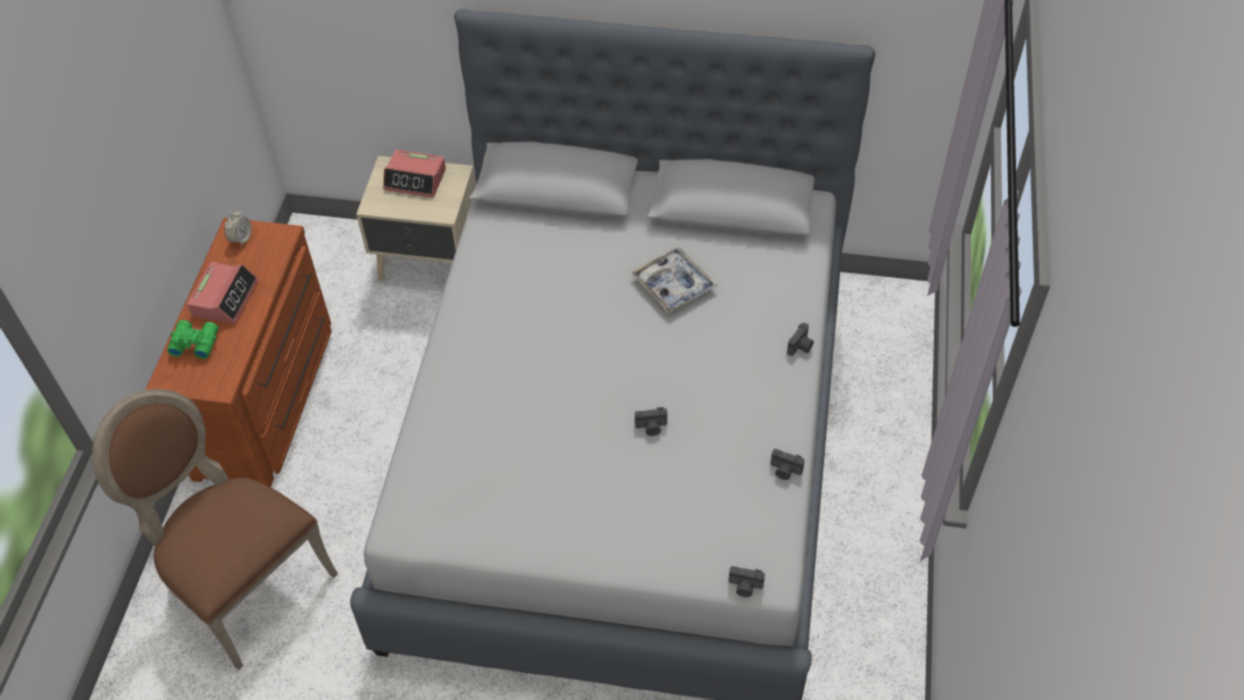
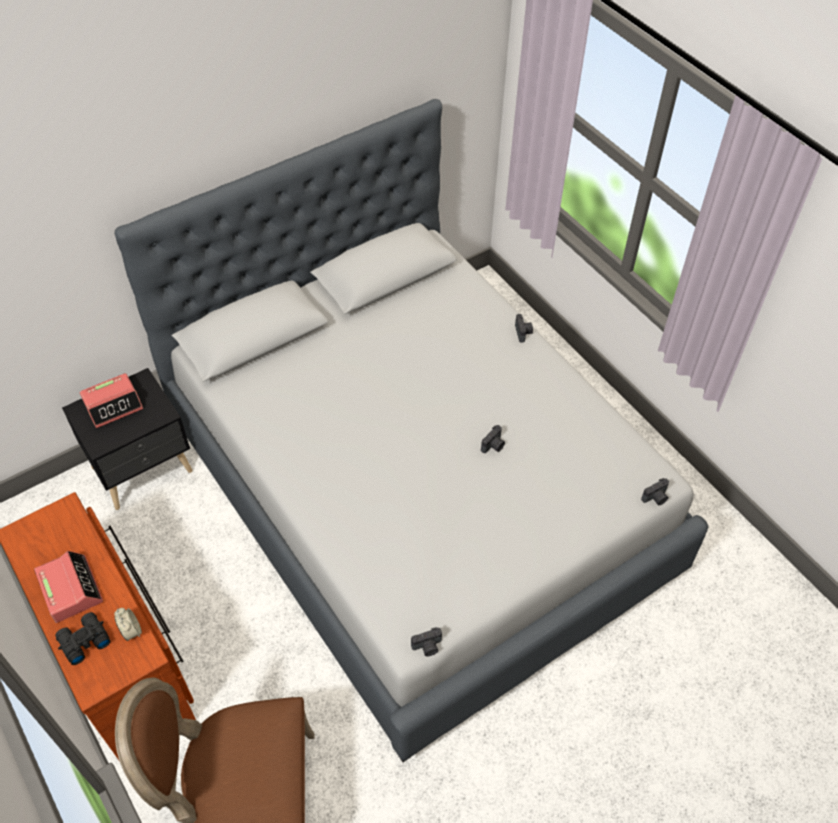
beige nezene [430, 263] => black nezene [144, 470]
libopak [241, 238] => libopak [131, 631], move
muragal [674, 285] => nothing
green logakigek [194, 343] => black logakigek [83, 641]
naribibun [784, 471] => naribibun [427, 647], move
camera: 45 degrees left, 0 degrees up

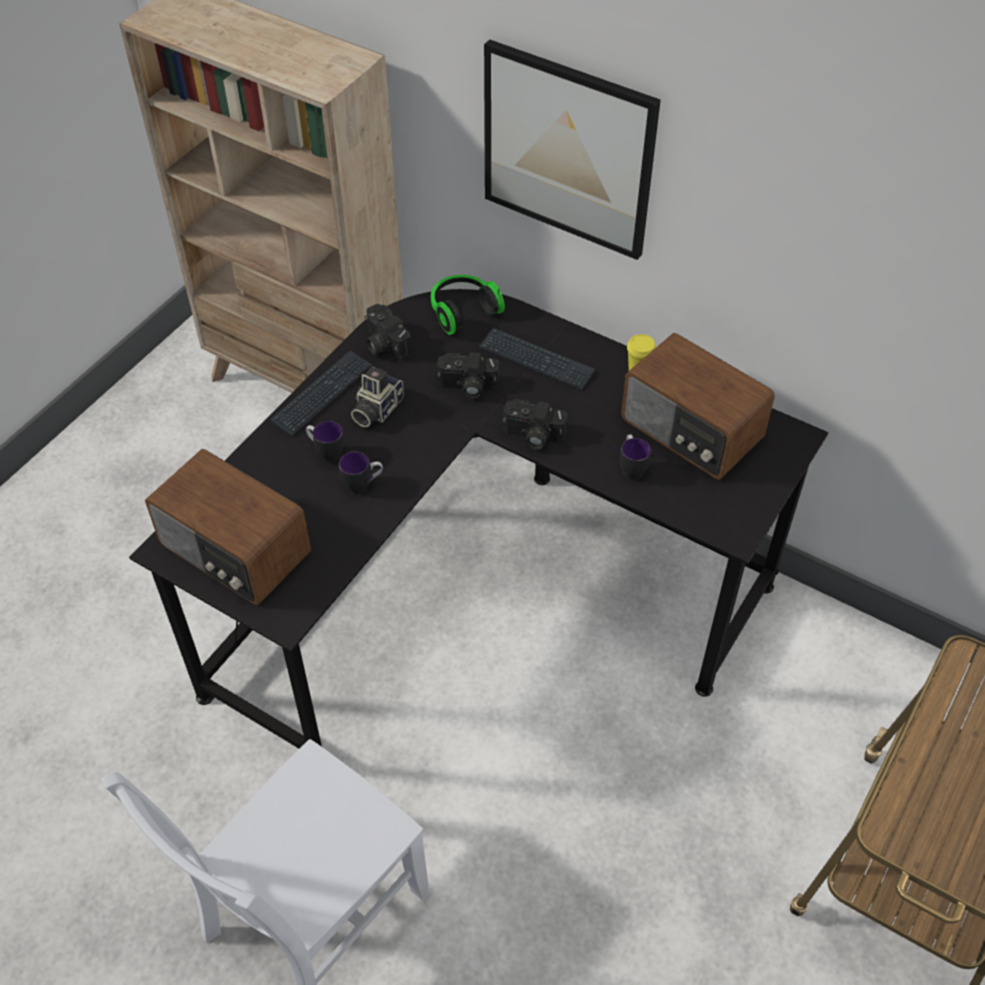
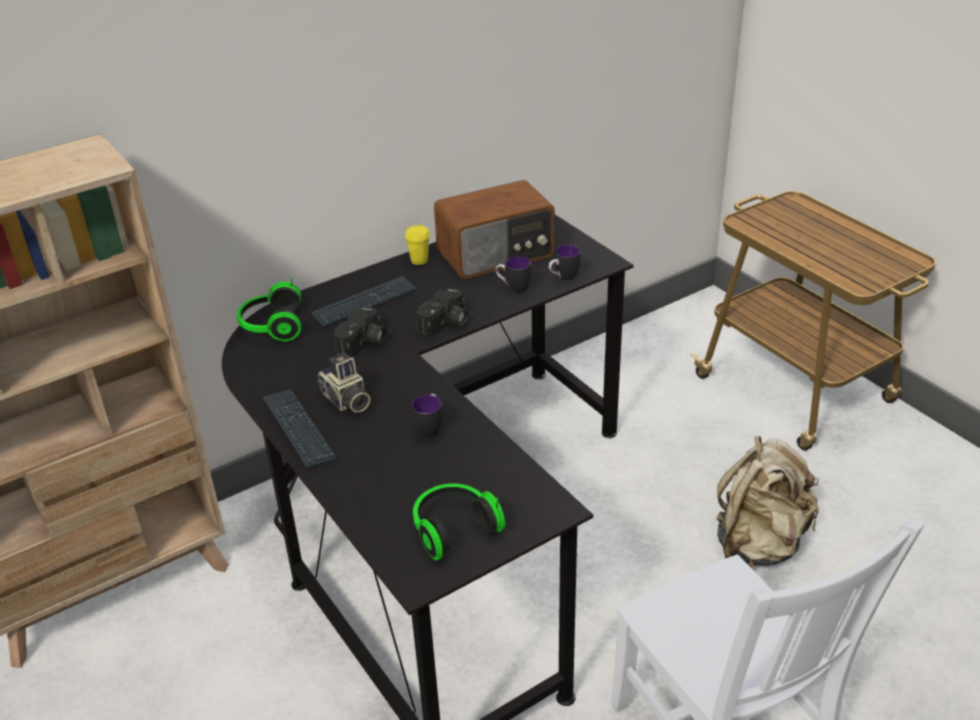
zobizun [568, 150] => nothing
naribibun [383, 344] => nothing
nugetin [326, 452] => nugetin [563, 278], move
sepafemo [234, 550] => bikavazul [453, 528]
nothing => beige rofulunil [759, 543]
camera: 65 degrees left, 15 degrees down

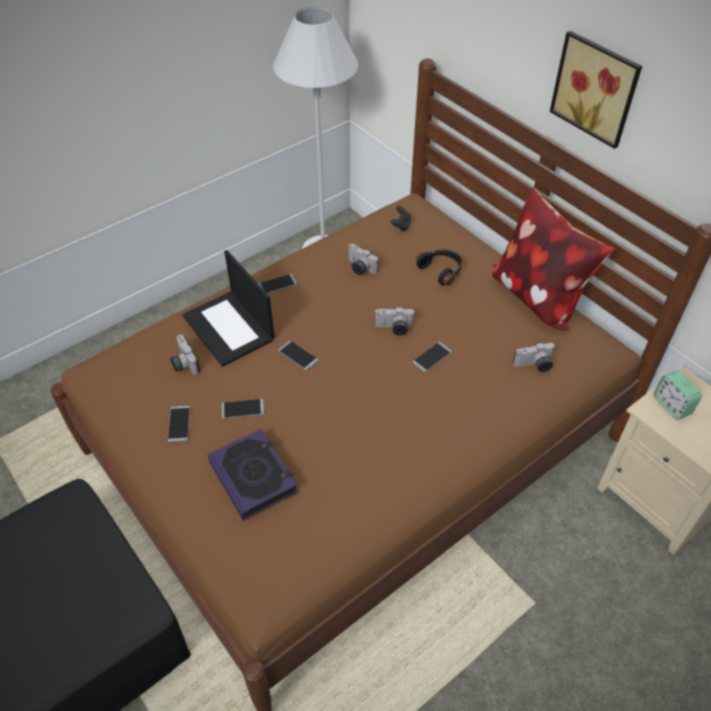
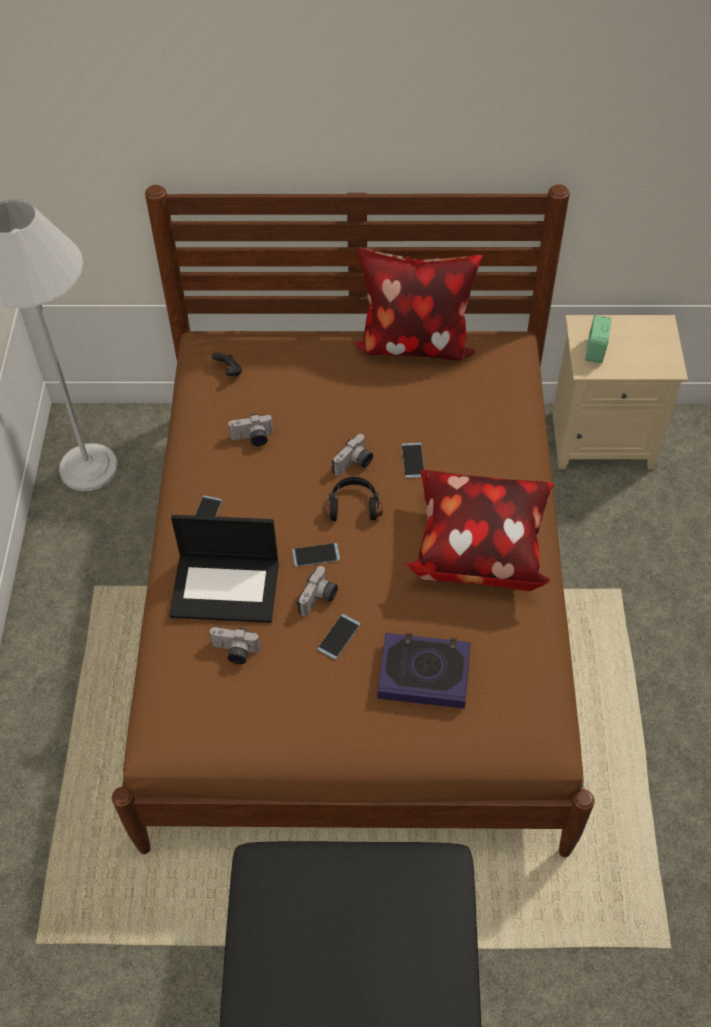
zobizun [597, 88] => nothing
black bikavazul [441, 270] => black bikavazul [353, 505], move
naribibun [534, 365] => naribibun [319, 599], move
libopak [671, 405] => libopak [595, 351], 90 degrees clockwise
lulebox [179, 423] => nothing
nothing => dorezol [478, 548]
camera: 50 degrees left, 5 degrees up

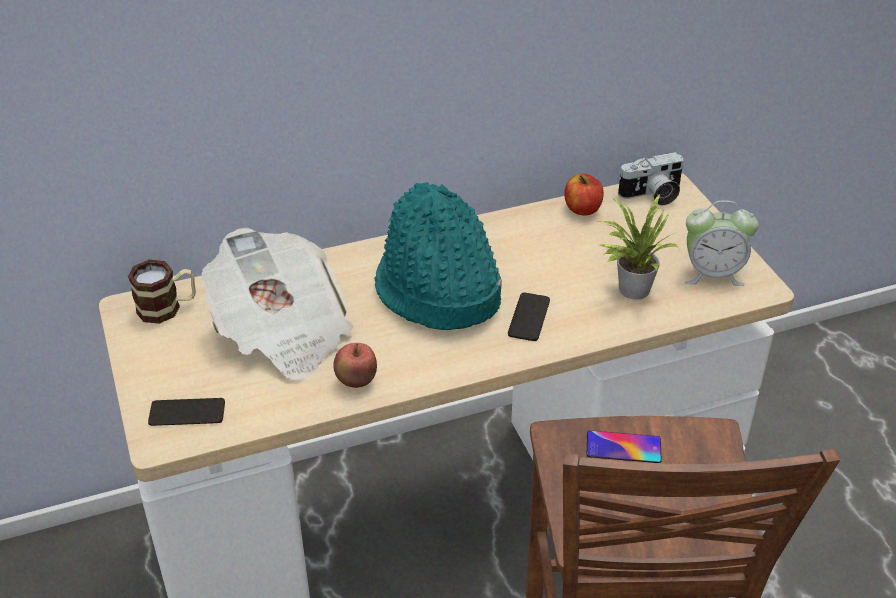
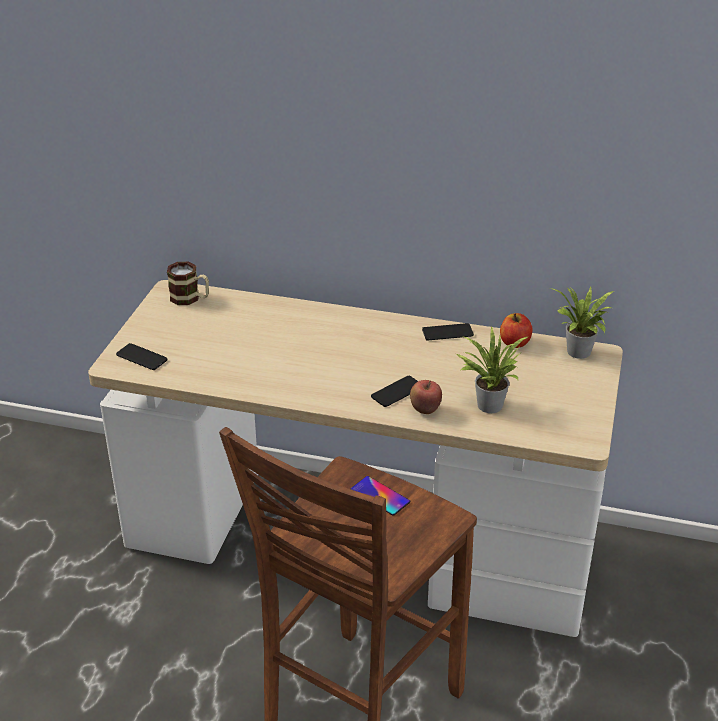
naribibun [652, 195] => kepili [578, 353]
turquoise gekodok [436, 292] => nothing
libopak [712, 274] => nothing
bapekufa [282, 332] => nothing
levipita [356, 382] => levipita [425, 410], move
nothing => lulebox [447, 332]
camera: 35 degrees right, 5 degrees down

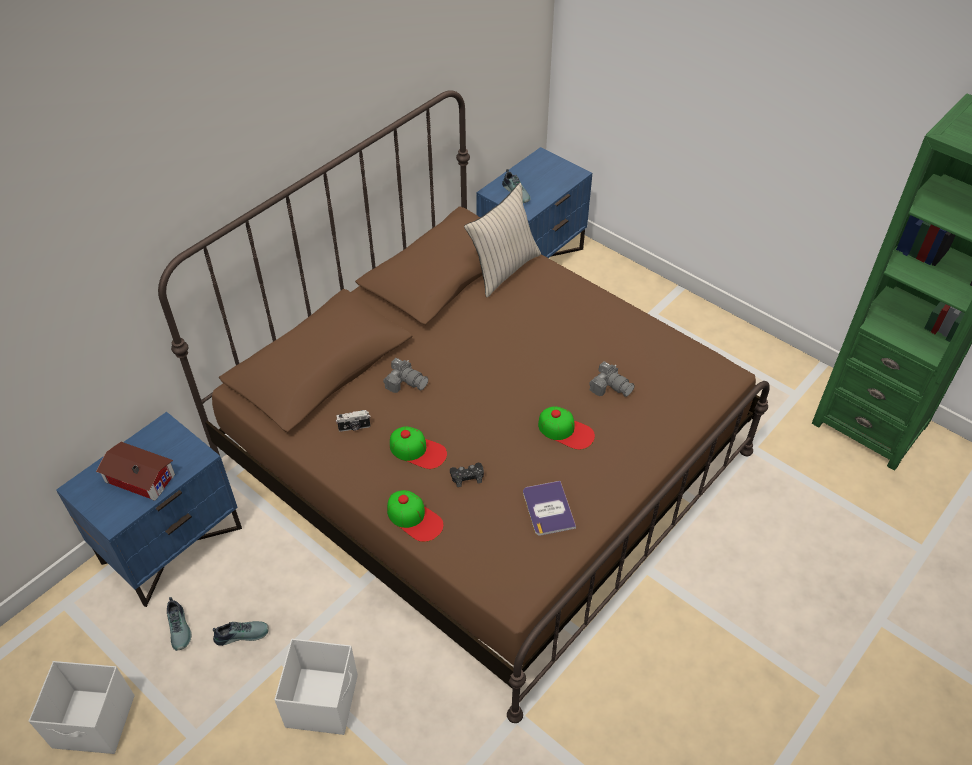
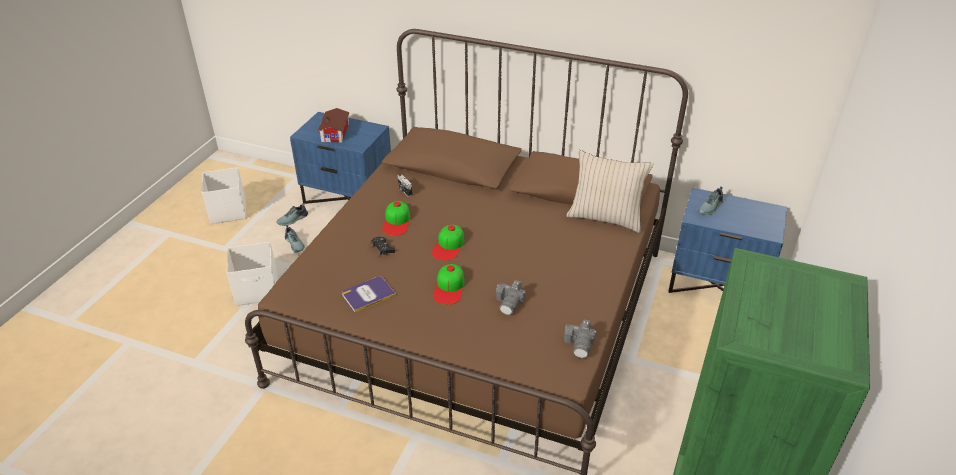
naribibun [406, 382] => naribibun [580, 344], move
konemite [414, 518] => konemite [448, 246], move
camera: 70 degrees right, 10 degrees down

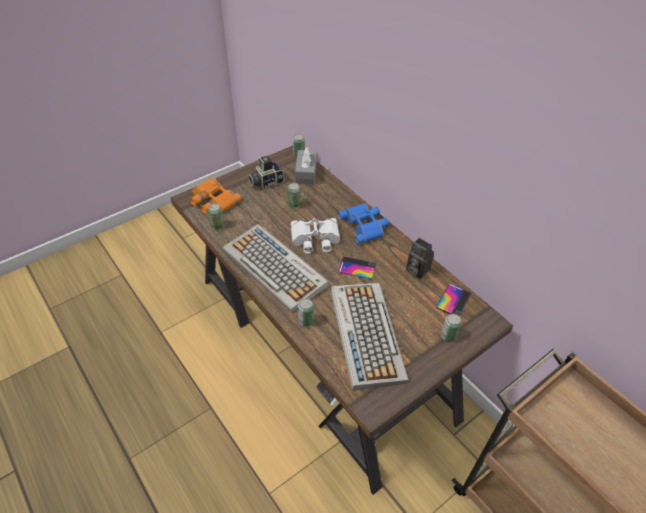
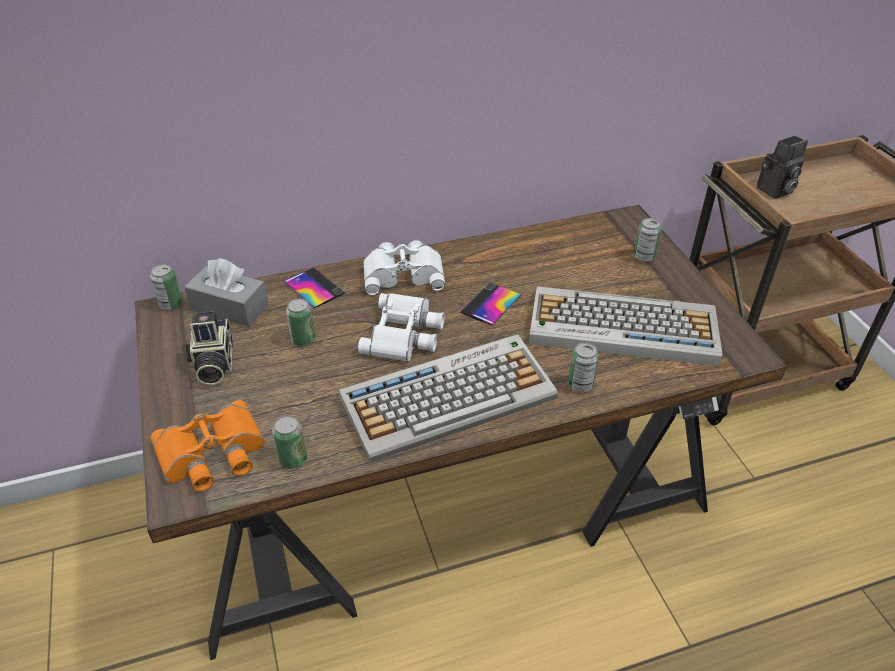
blue logakigek [365, 225] => white logakigek [403, 273]
naribibun [416, 270] => naribibun [775, 191], move
lulebox [453, 300] => lulebox [314, 288], move
camera: 70 degrees left, 5 degrees down

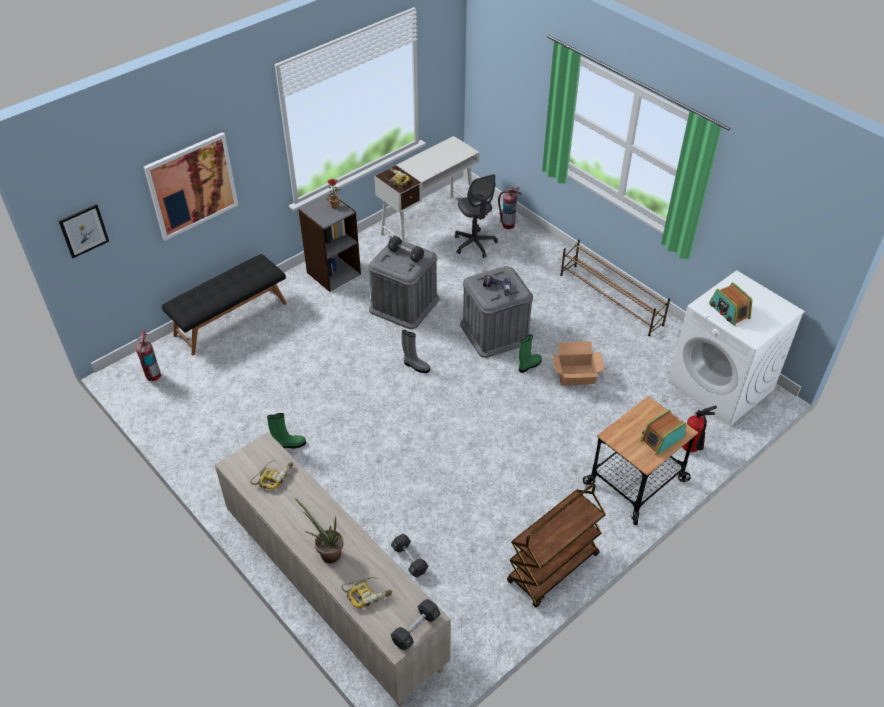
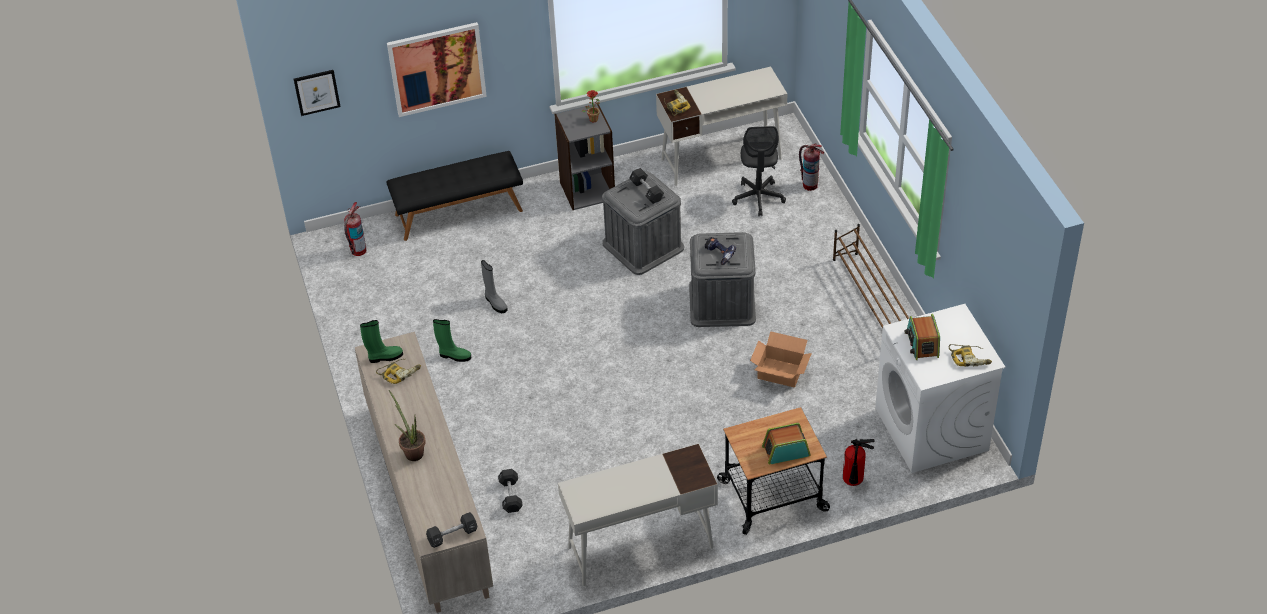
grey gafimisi [416, 366] => grey gafimisi [495, 303], move
green gafimisi [529, 365] => green gafimisi [384, 357], move
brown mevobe [553, 569] => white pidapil [639, 547]
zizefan [367, 593] => zizefan [969, 358], move
camera: 25 degrees right, 0 degrees up

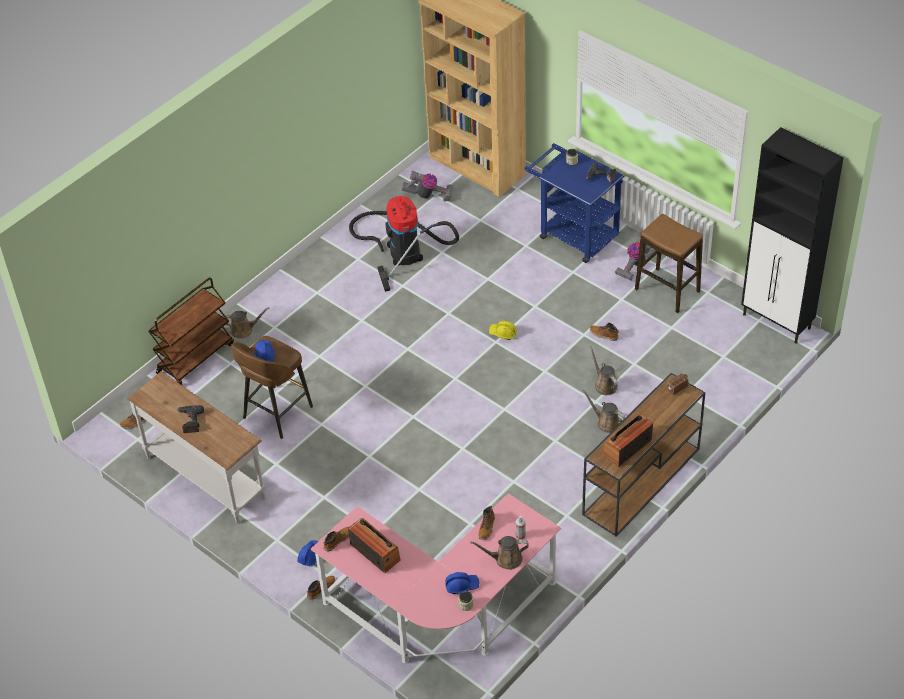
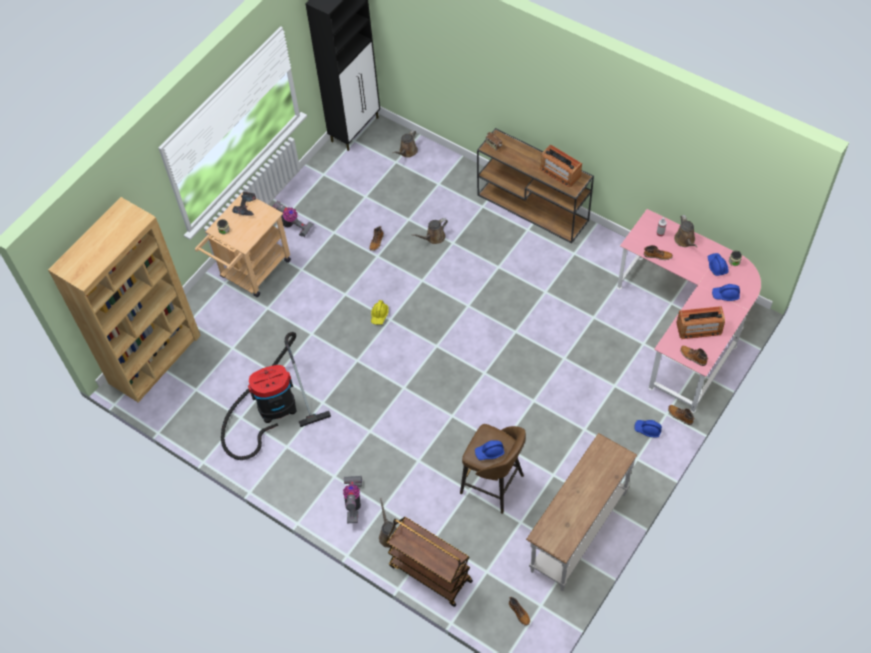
blue mevobe [573, 233] => beige mevobe [252, 273]
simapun [428, 196] => simapun [353, 502], move
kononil [667, 290] => nothing
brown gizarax [606, 422] => brown gizarax [407, 152], move
zizefan [190, 421] => nothing
sepafemo [375, 552] => sepafemo [699, 328], 135 degrees counterclockwise
nothing => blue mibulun [725, 295]
camera: 95 degrees left, 10 degrees up

